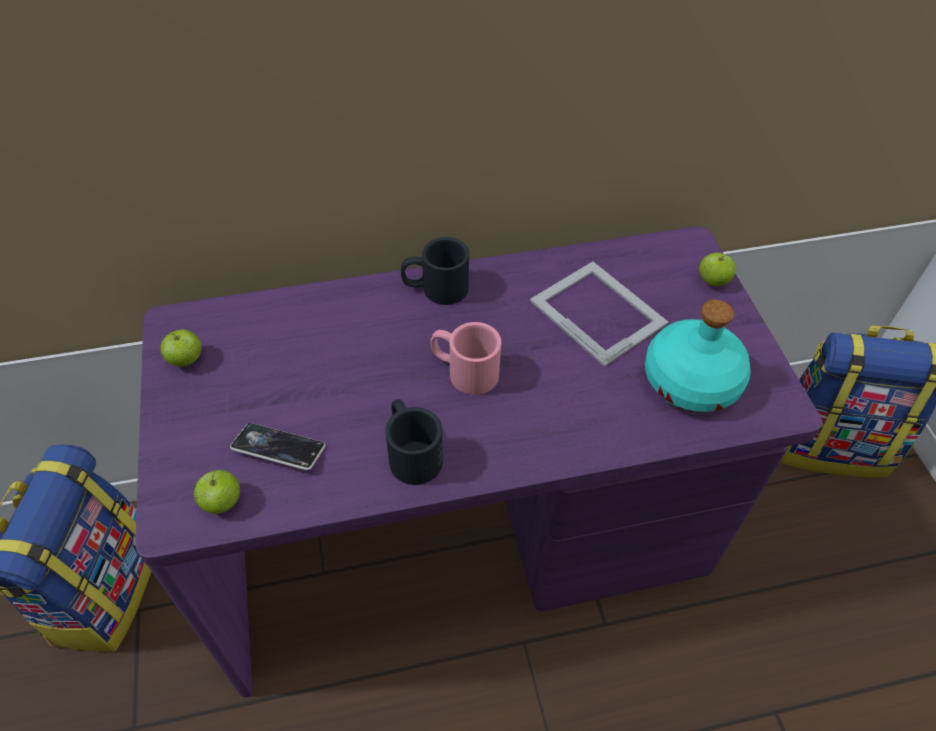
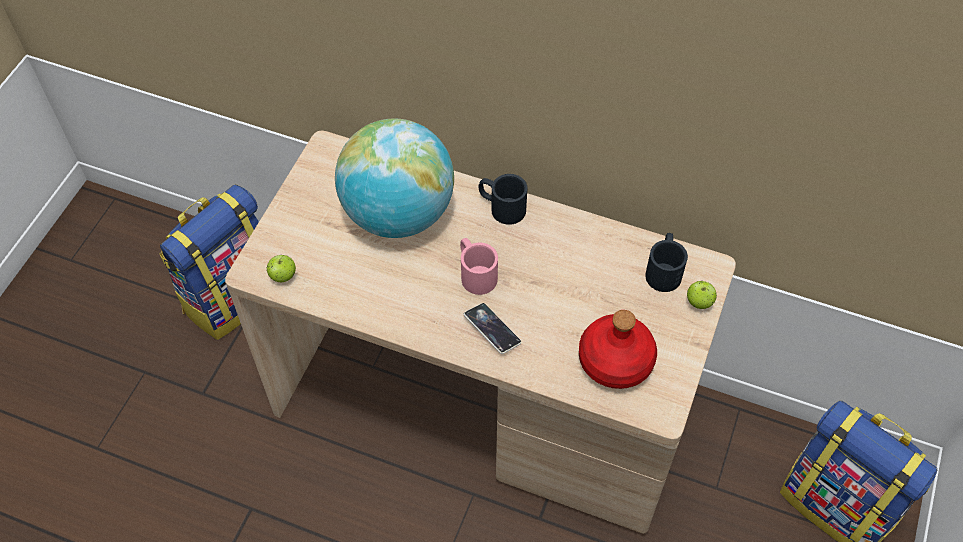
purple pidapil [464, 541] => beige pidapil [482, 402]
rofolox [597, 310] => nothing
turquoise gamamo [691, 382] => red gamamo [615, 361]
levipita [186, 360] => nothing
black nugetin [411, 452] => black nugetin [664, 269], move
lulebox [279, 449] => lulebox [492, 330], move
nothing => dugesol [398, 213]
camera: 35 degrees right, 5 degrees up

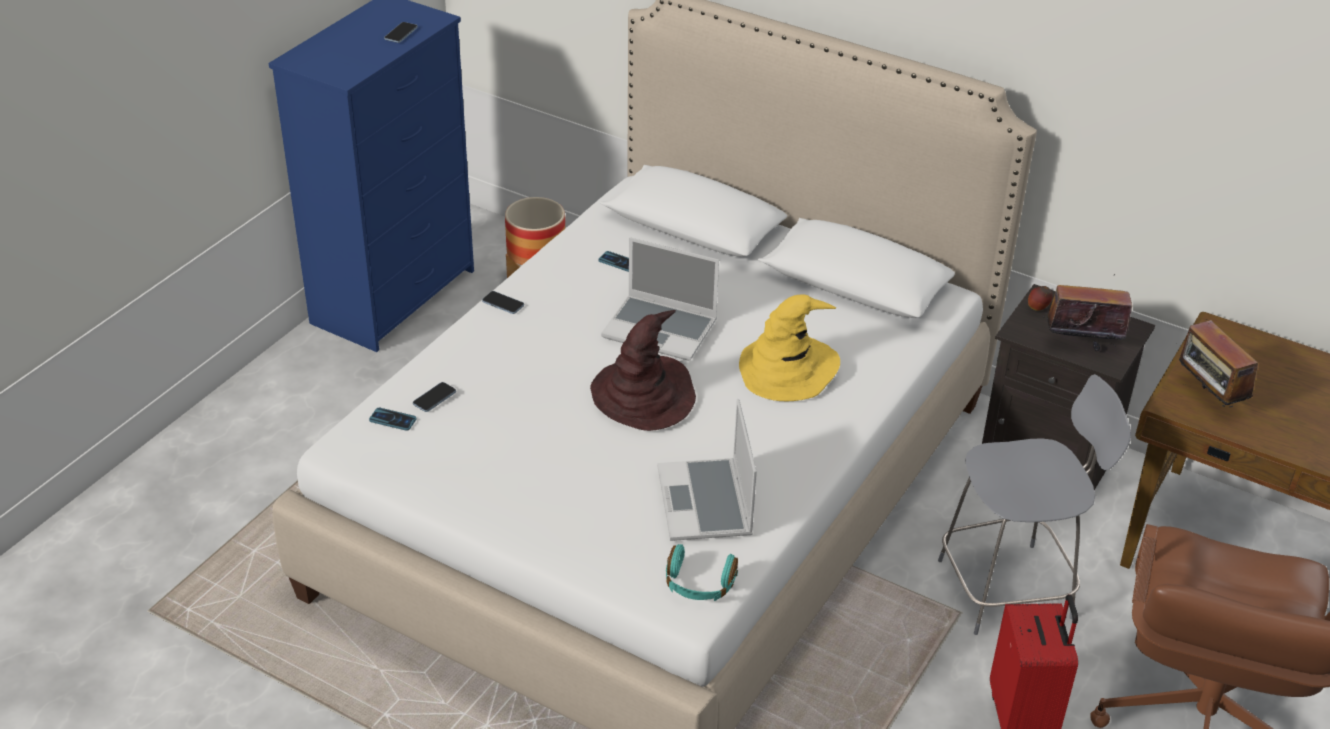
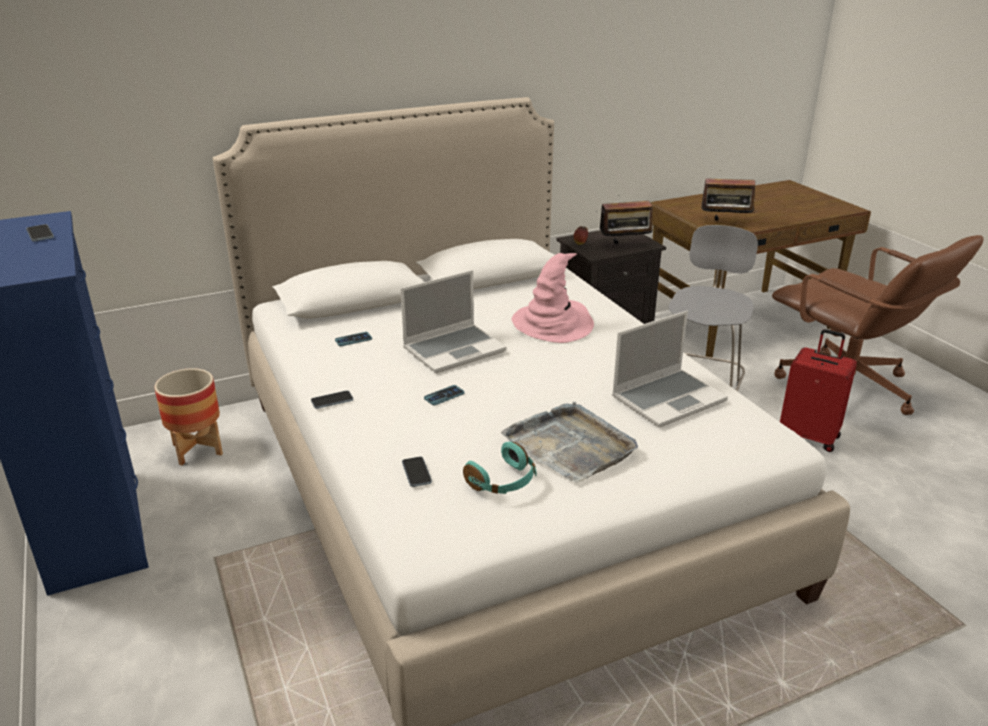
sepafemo [1081, 344] => sepafemo [625, 245], 135 degrees counterclockwise
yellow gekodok [788, 369] => pink gekodok [553, 324]
brown gekodok [644, 395] => nothing
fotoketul [706, 503] => fotoketul [668, 398], 60 degrees counterclockwise
lulebox [392, 420] => lulebox [444, 396], move
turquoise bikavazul [699, 585] => turquoise bikavazul [503, 482], move
nothing => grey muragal [570, 445]
camera: 55 degrees left, 10 degrees down

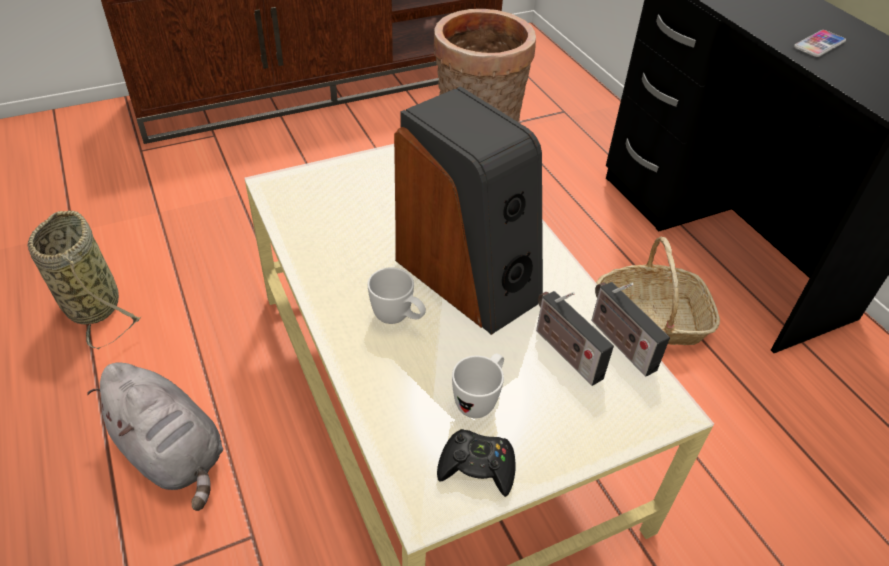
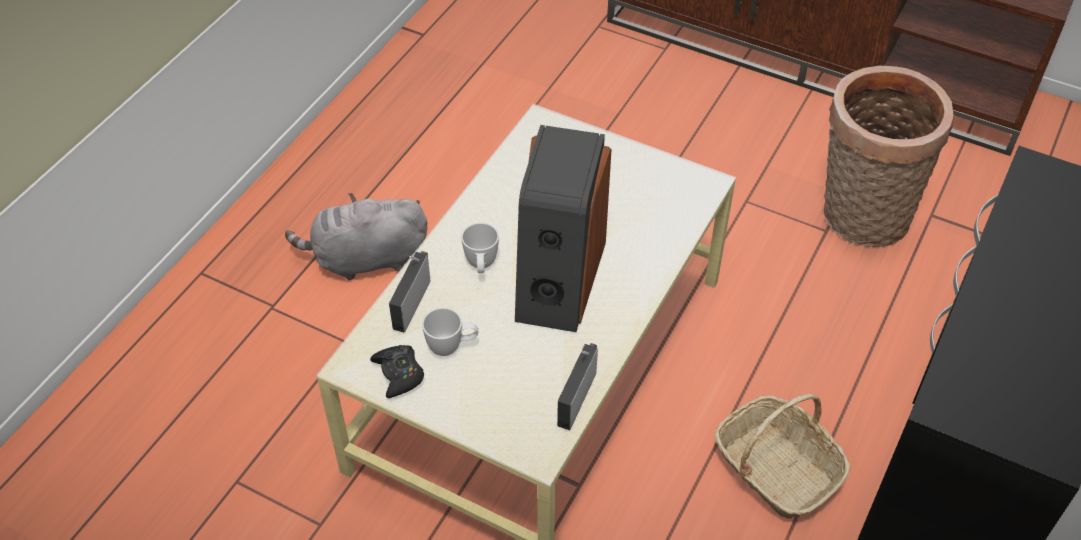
lulebox [819, 45] => nothing
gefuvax [92, 303] => nothing
sepafemo [564, 352] => sepafemo [412, 302], move
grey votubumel [172, 453] => grey votubumel [366, 259], 75 degrees clockwise
camera: 55 degrees right, 5 degrees up

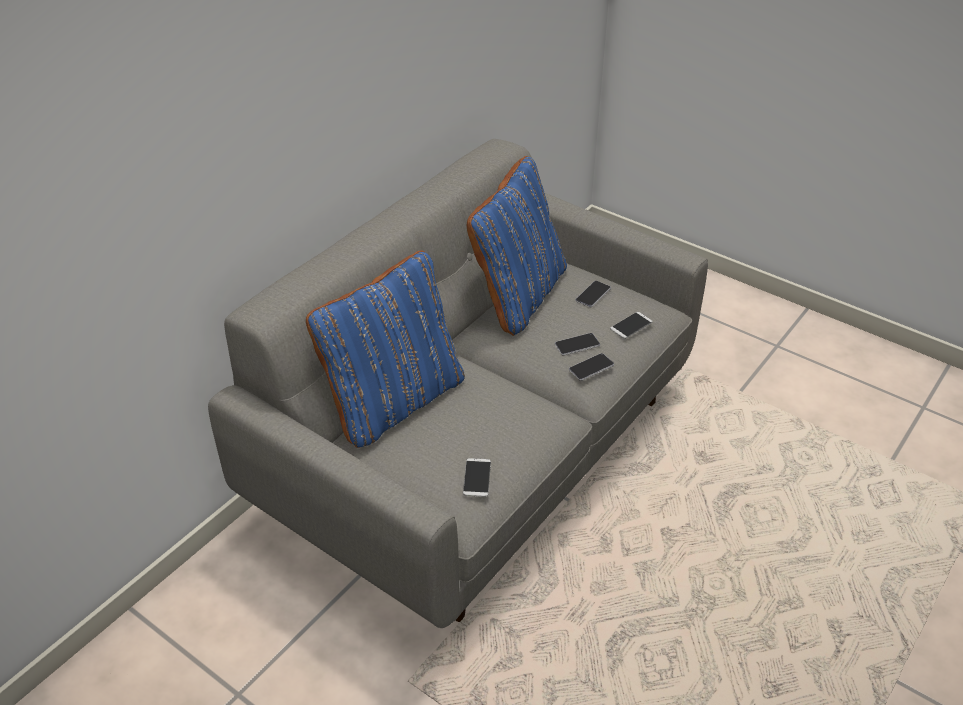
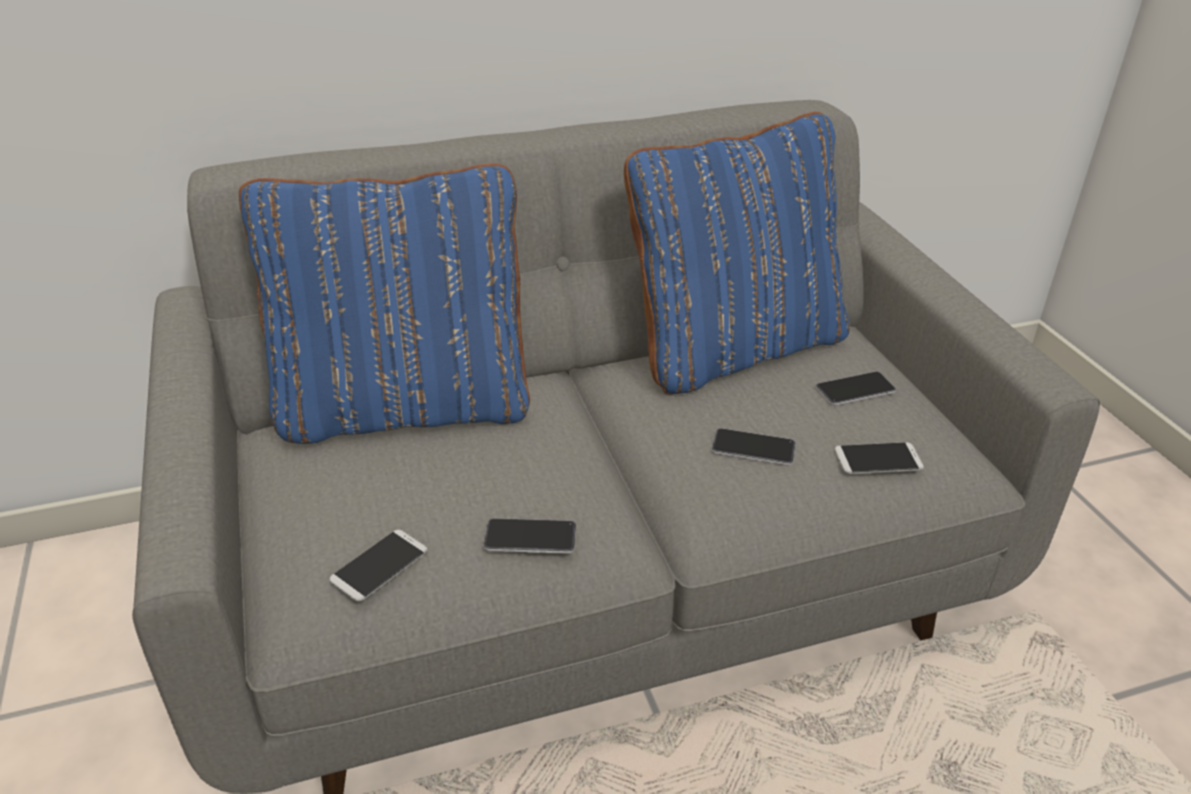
lulebox [591, 368] => lulebox [530, 538], move
camera: 35 degrees right, 5 degrees down

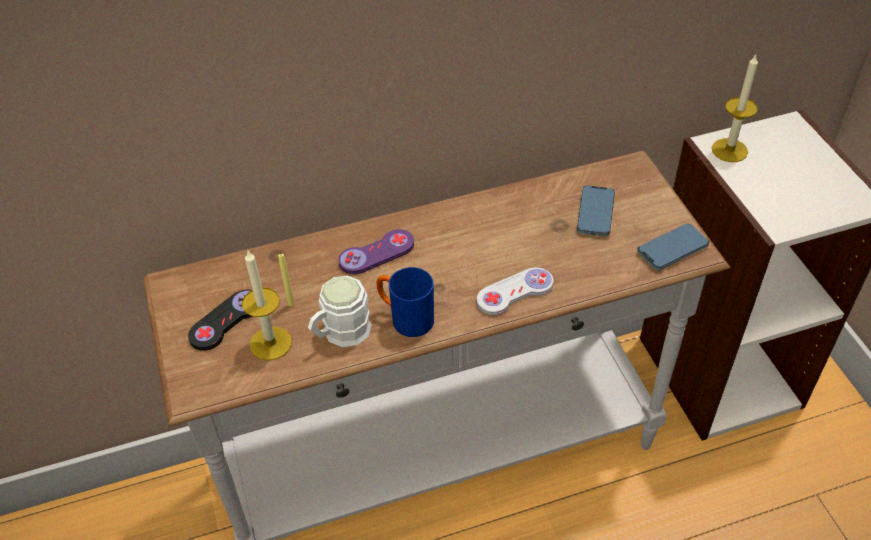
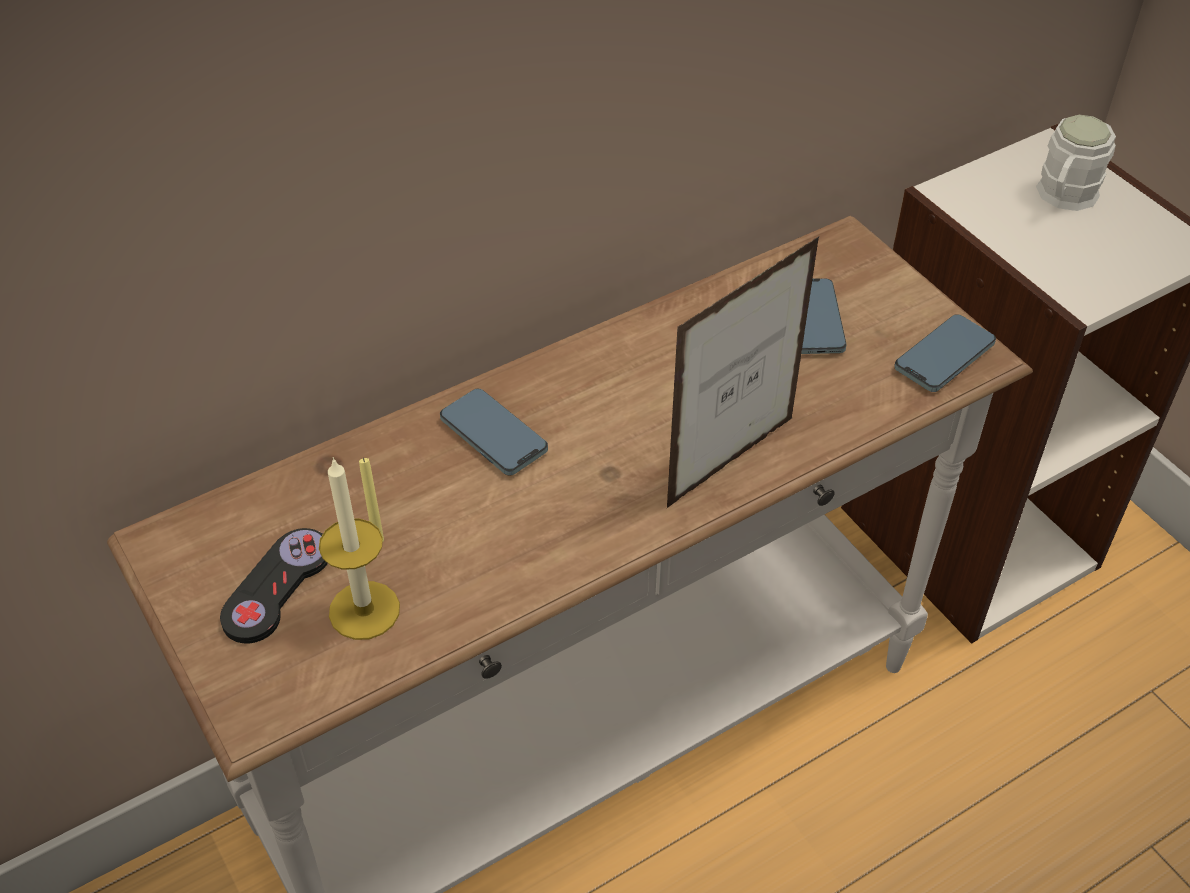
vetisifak [729, 150] => nothing
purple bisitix [377, 253] => lulebox [493, 435]
blue nugetin [405, 318] => nothing
white bisitix [514, 293] => rofolox [731, 462]
white nugetin [340, 333] => white nugetin [1063, 198], move
camera: 15 degrees left, 0 degrees up

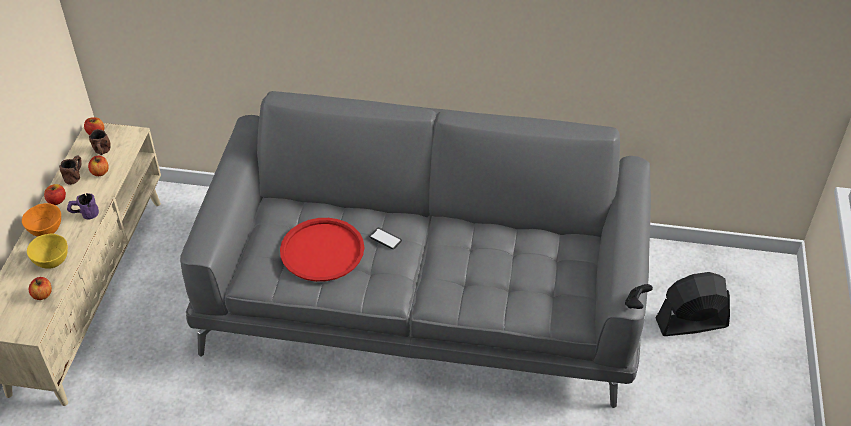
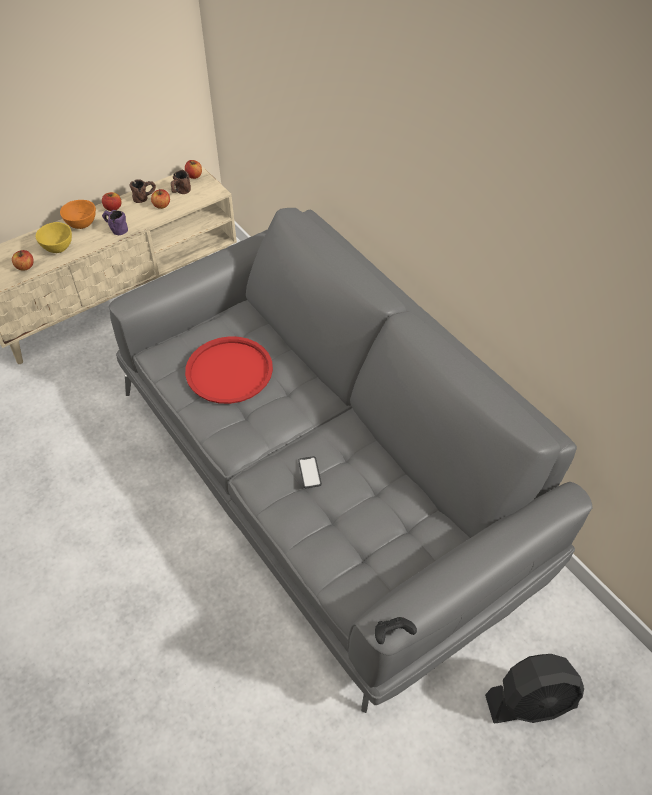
lulebox [385, 239] => lulebox [309, 472], move
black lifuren [691, 323] => black lifuren [531, 702], 135 degrees clockwise
camera: 45 degrees right, 5 degrees up

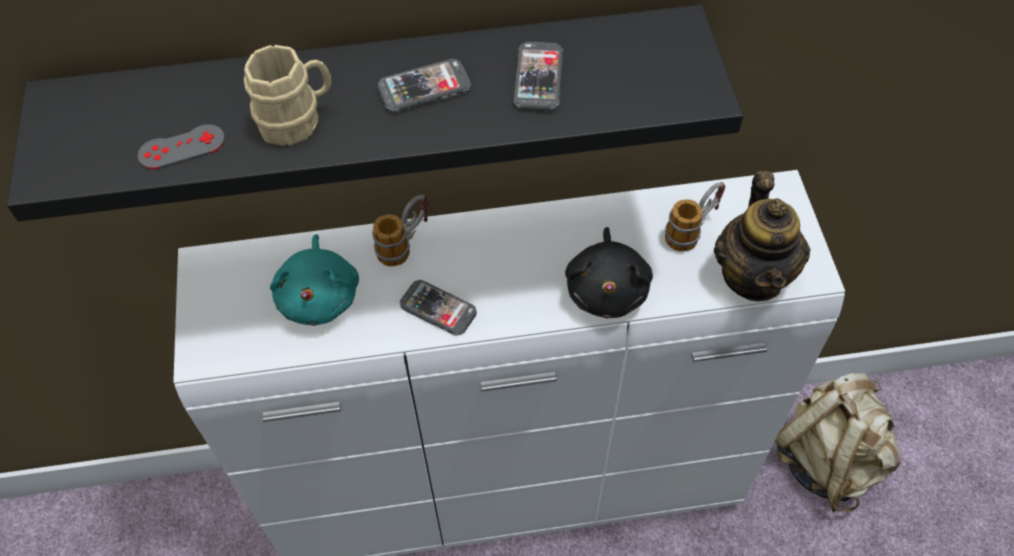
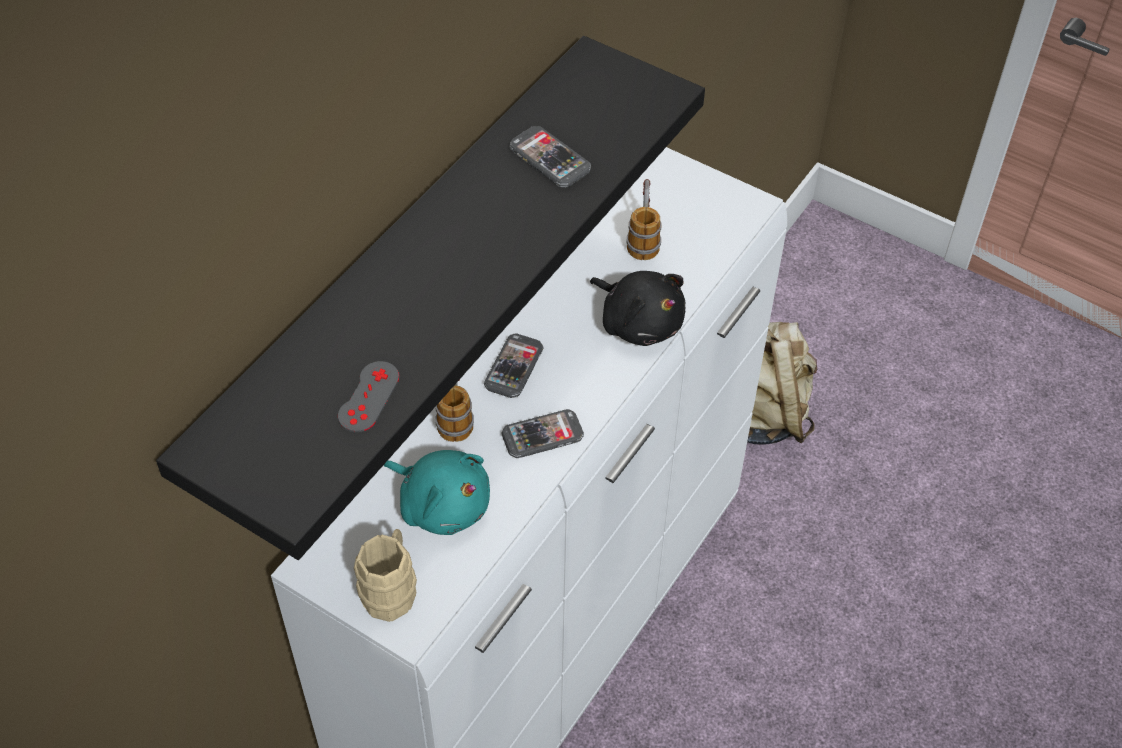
beige nugetin [297, 120] => beige nugetin [391, 588], move
lulebox [424, 88] => lulebox [514, 367], move
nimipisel [753, 275] => nothing
camera: 50 degrees left, 5 degrees down

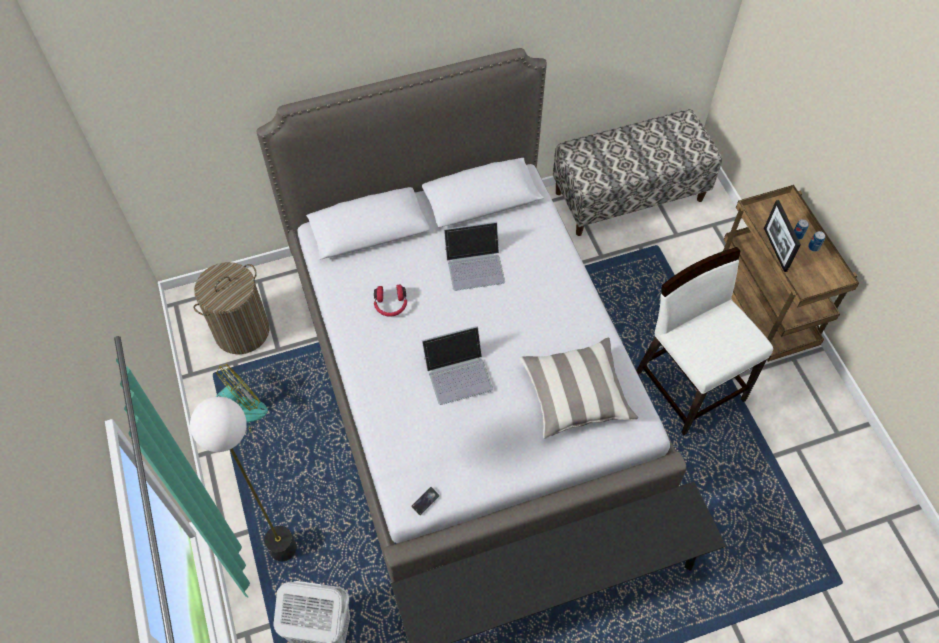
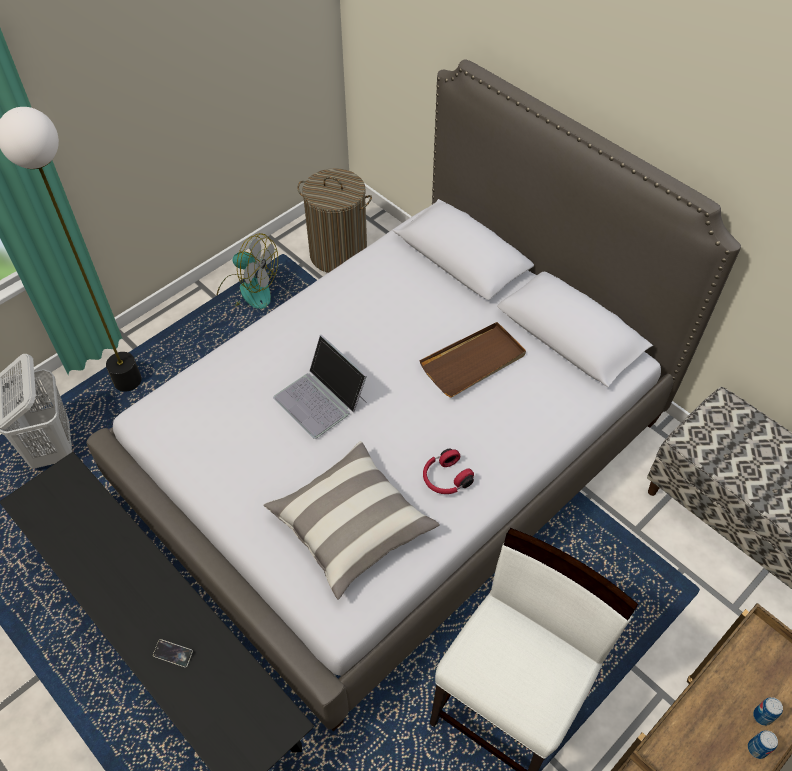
rofolox [775, 249] => nothing
fotoketul [475, 265] => brown muragal [473, 362]
red bikavazul [391, 305] => red bikavazul [445, 479], move
lulebox [425, 501] => lulebox [173, 654], move
camera: 65 degrees right, 5 degrees down

